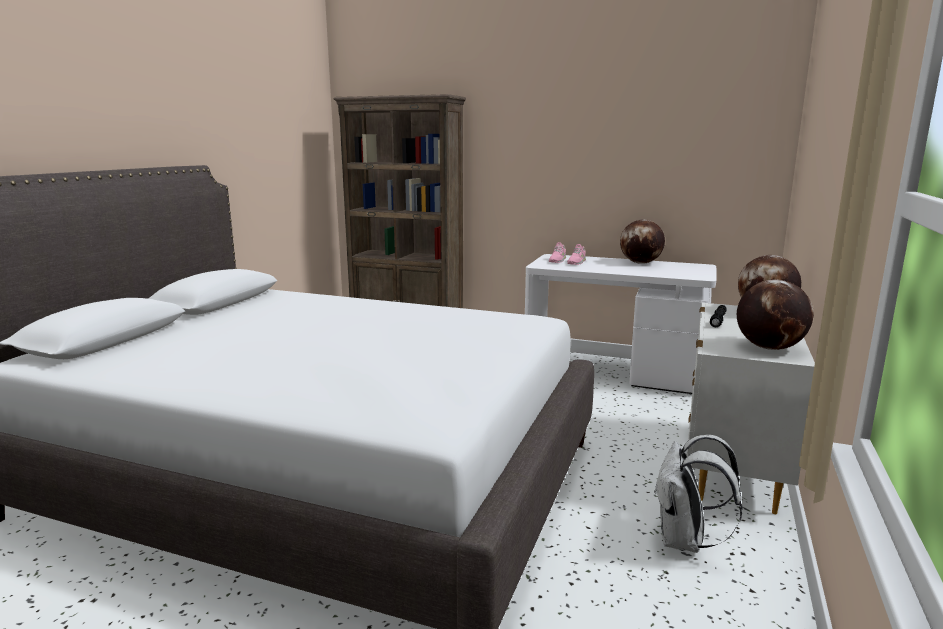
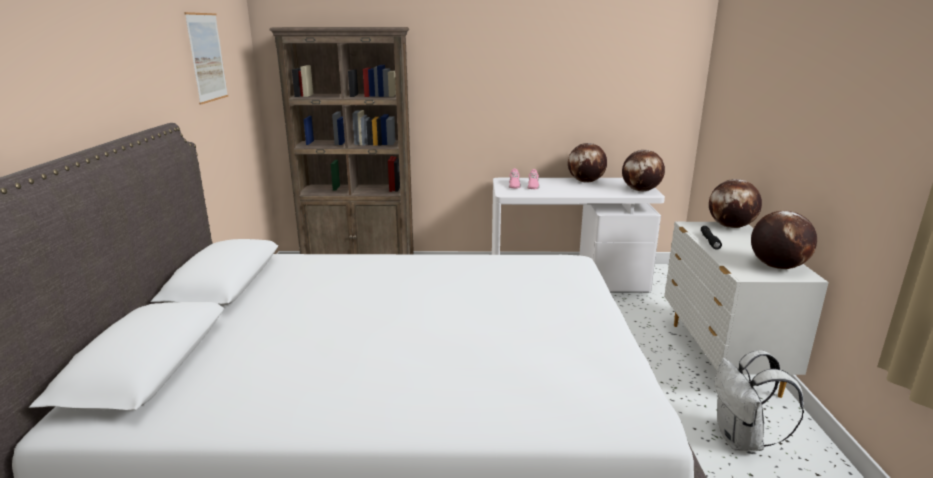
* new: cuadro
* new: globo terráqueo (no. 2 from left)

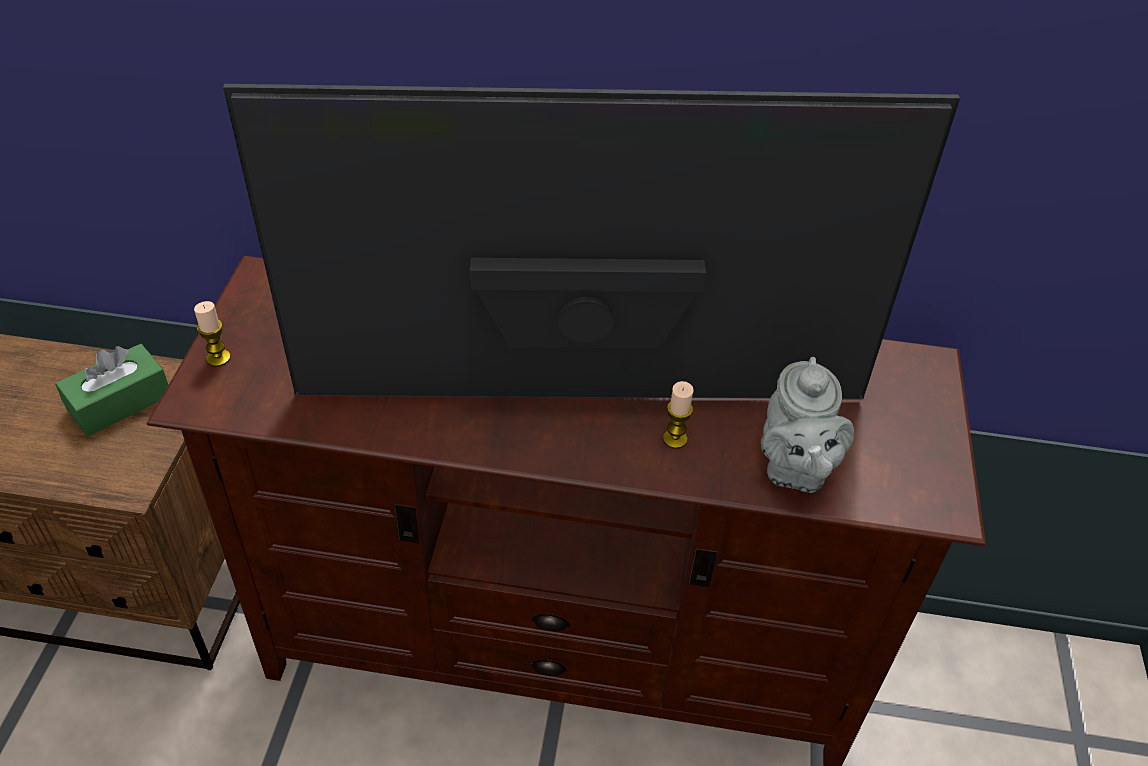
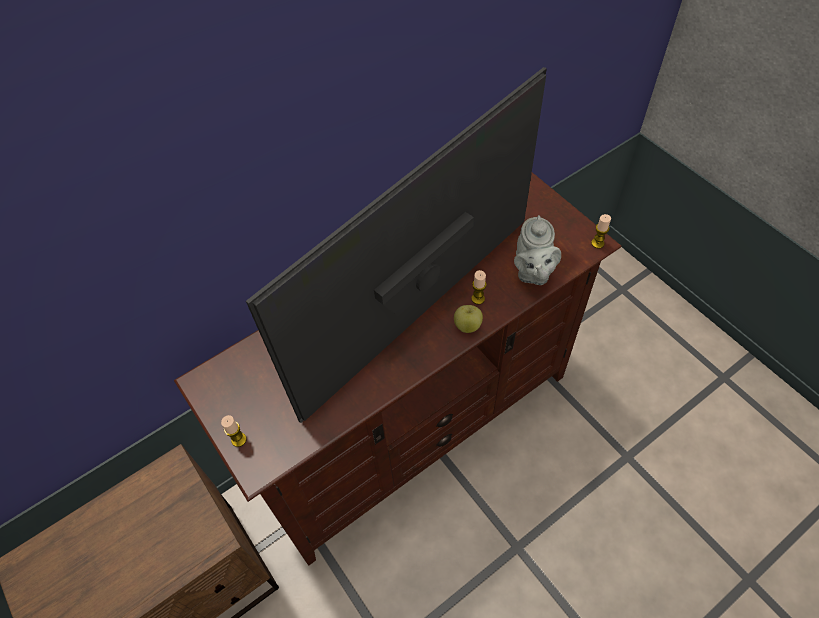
* gone: caja de pañuelos (verde)
* new: manzana
* new: vela (no. 3 from left)
* rotated: tetera (gris) 45 degrees clockwise

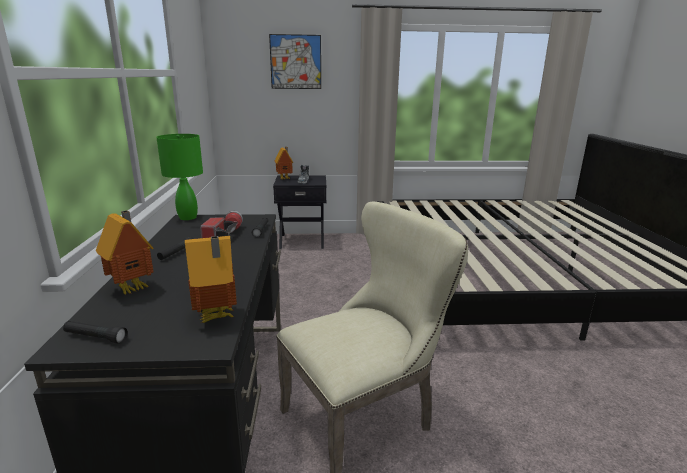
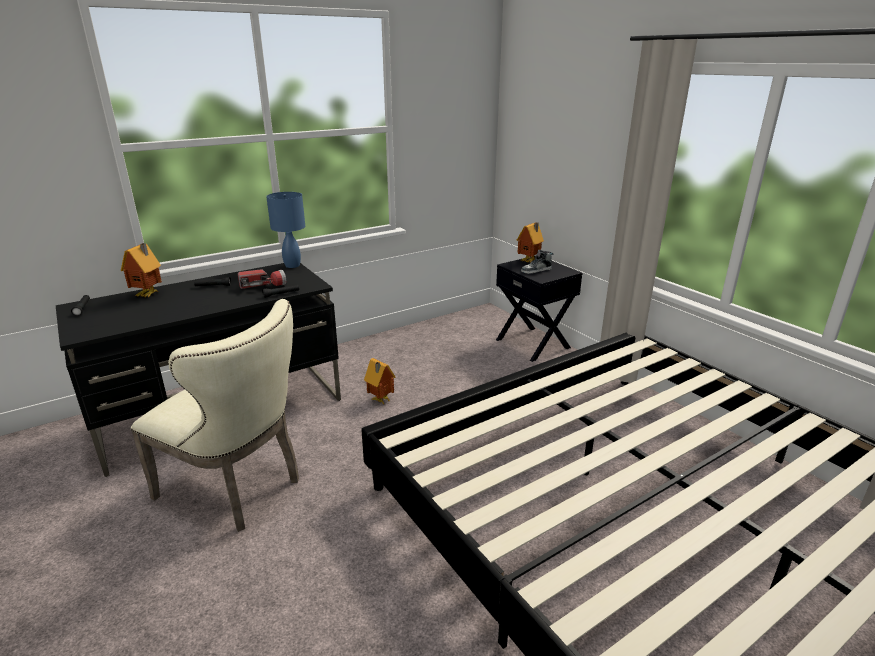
* gone: cuadro
* shifted: casita (no. 2 from left)
* repainted: lámpara de mesa (verde) to lámpara de mesa (azul)

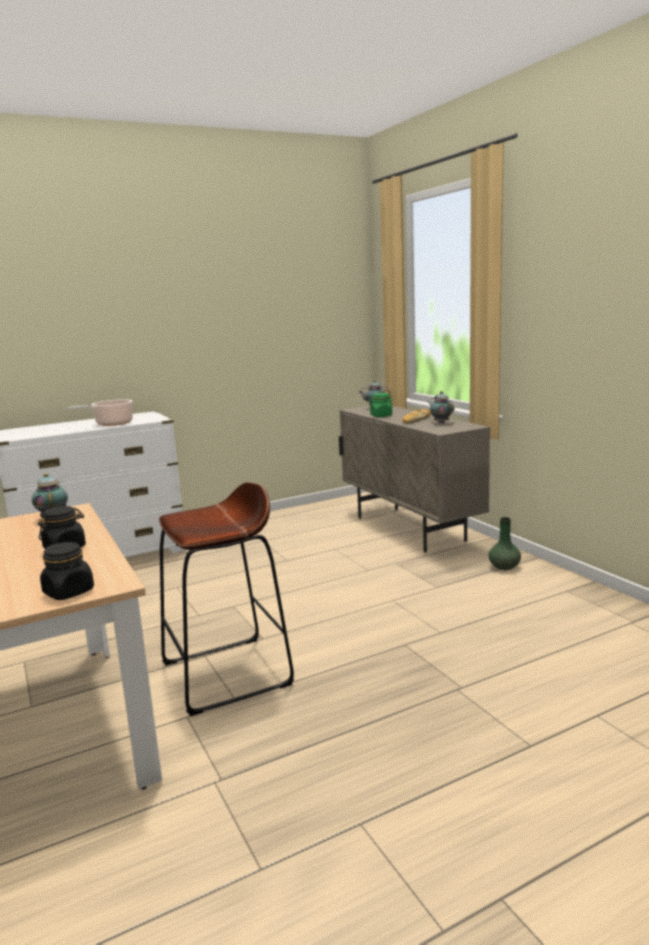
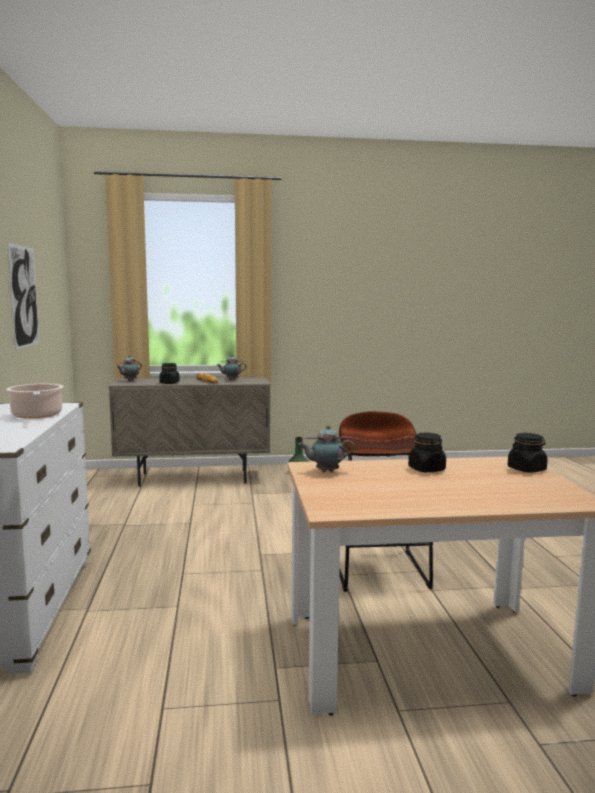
* new: cuadro
* repainted: tarro (verde) to tarro (negro) (no. 1 from left)

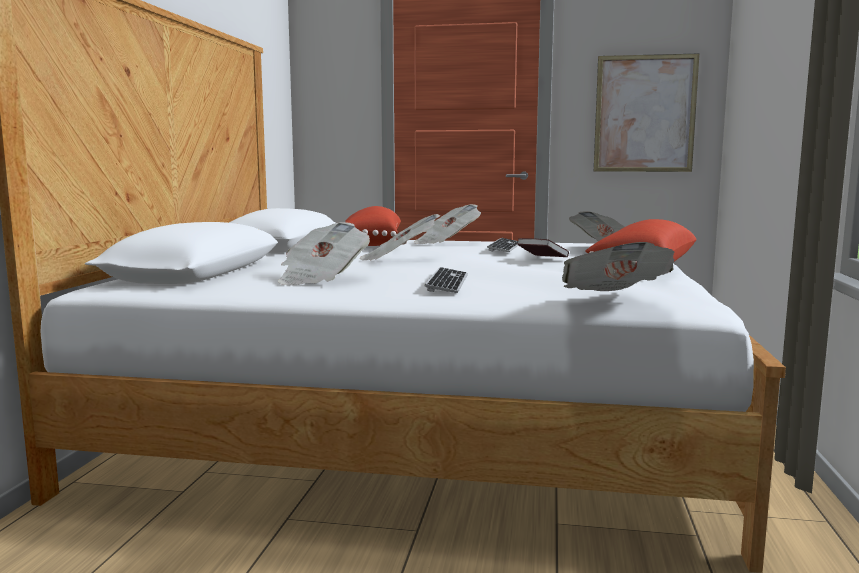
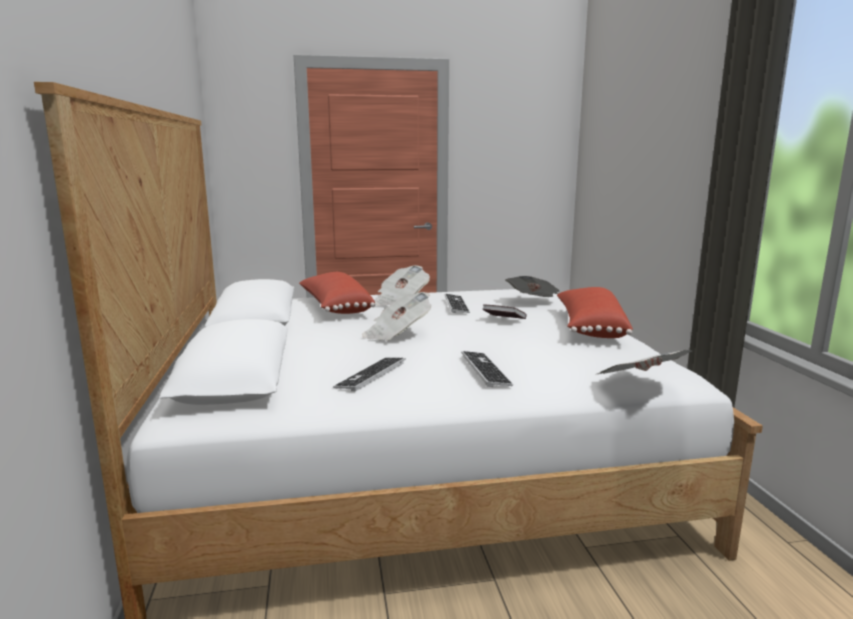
* gone: cuadro
* swapped: periódico (no. 1 from left) to teclado (no. 1 from left)

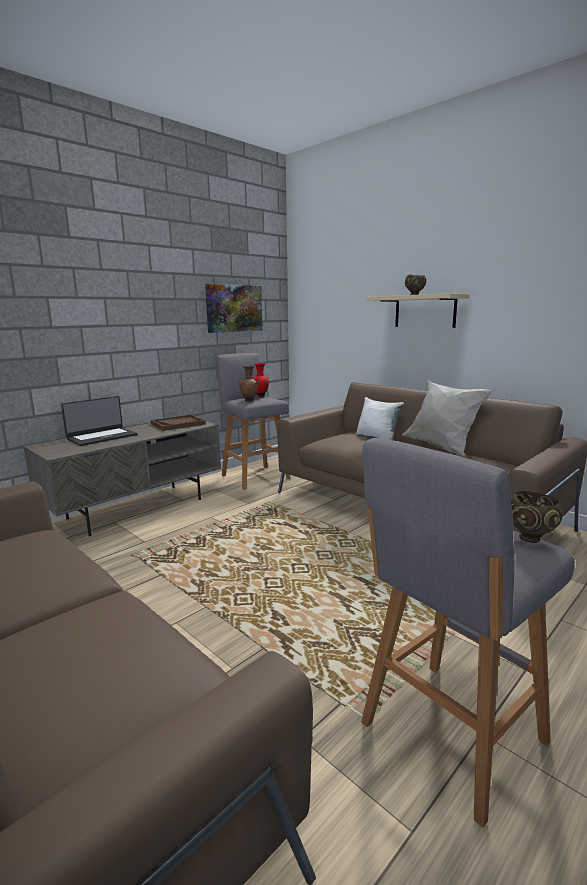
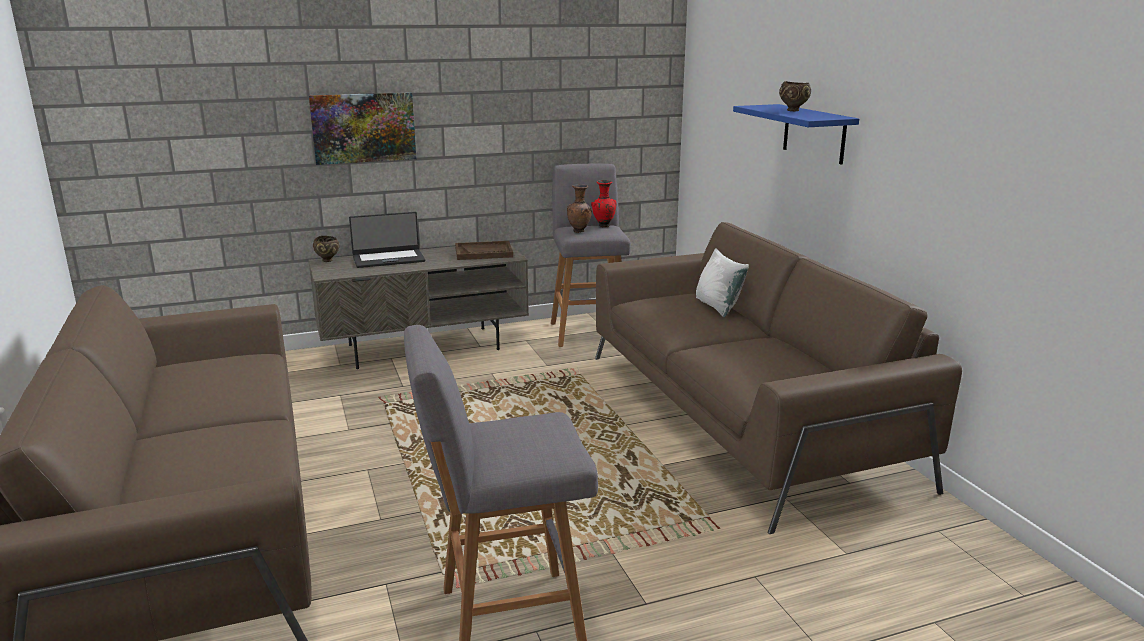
* gone: cojín (blanco) (no. 2 from left)
* shifted: cuadro
* shifted: cuenco (marrón) (no. 2 from left in the first image) to cuenco (marrón) (no. 1 from left)
* repainted: estante (beis) to estante (azul)

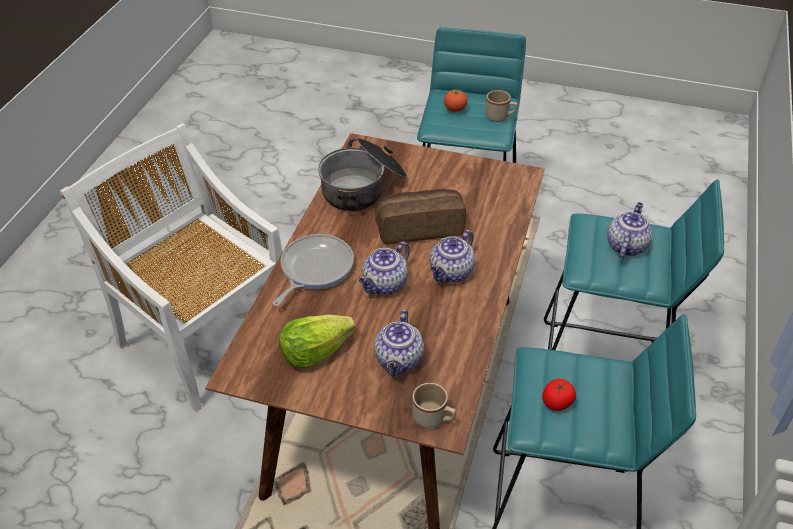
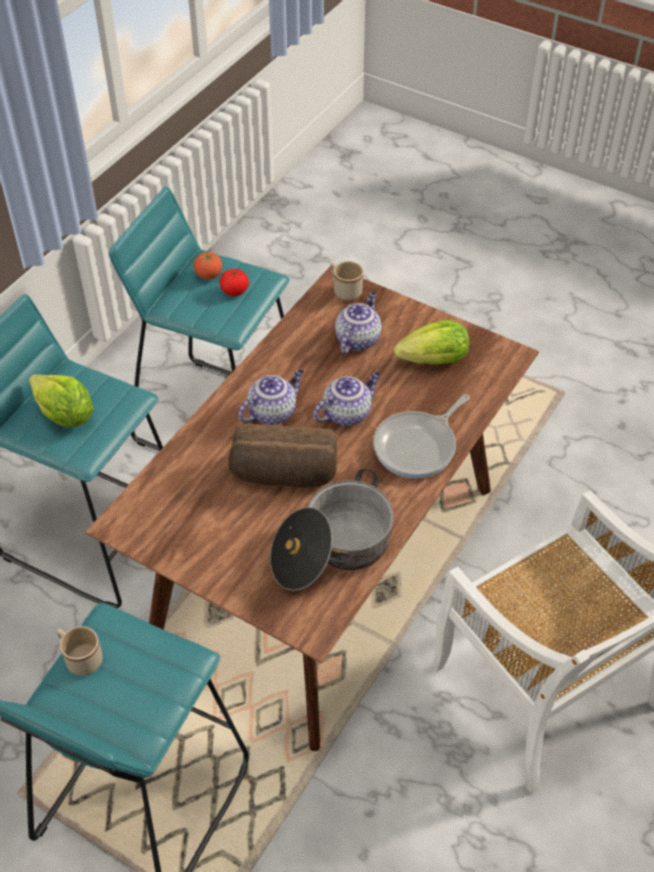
* shifted: tomate (no. 1 from left)
* swapped: tetera (no. 4 from left) to lechuga (no. 1 from left)

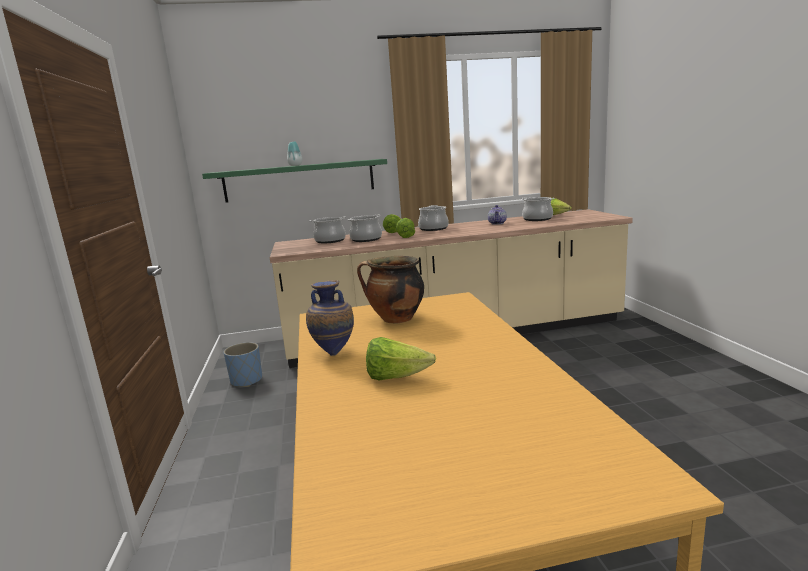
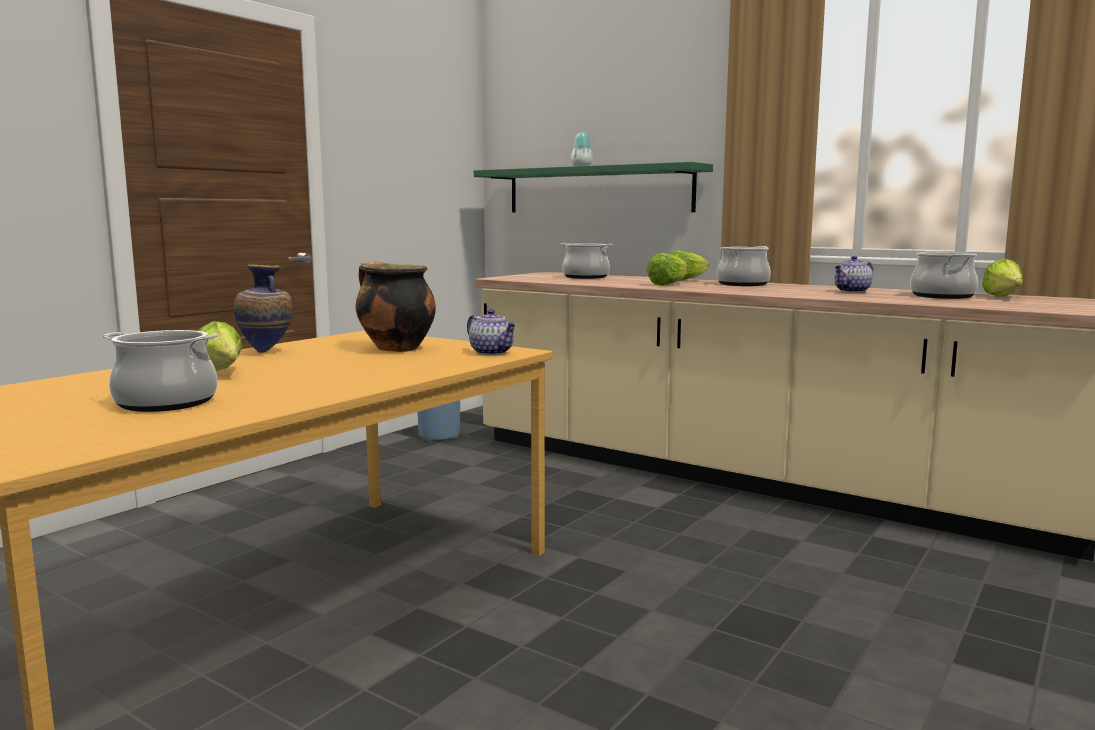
* new: tetera (no. 1 from left)
* shifted: olla (no. 2 from left in the first image) to olla (no. 1 from left)

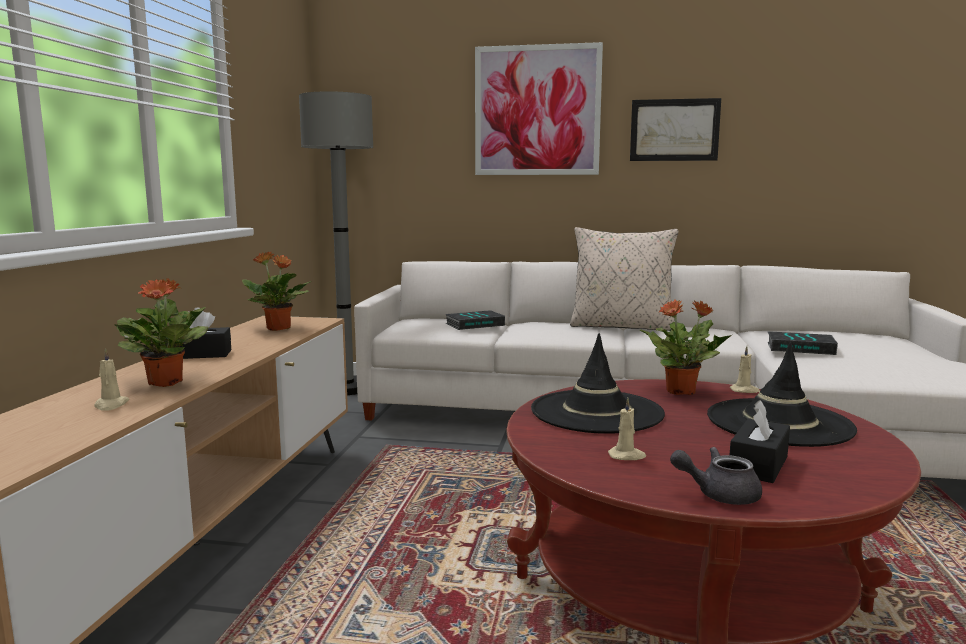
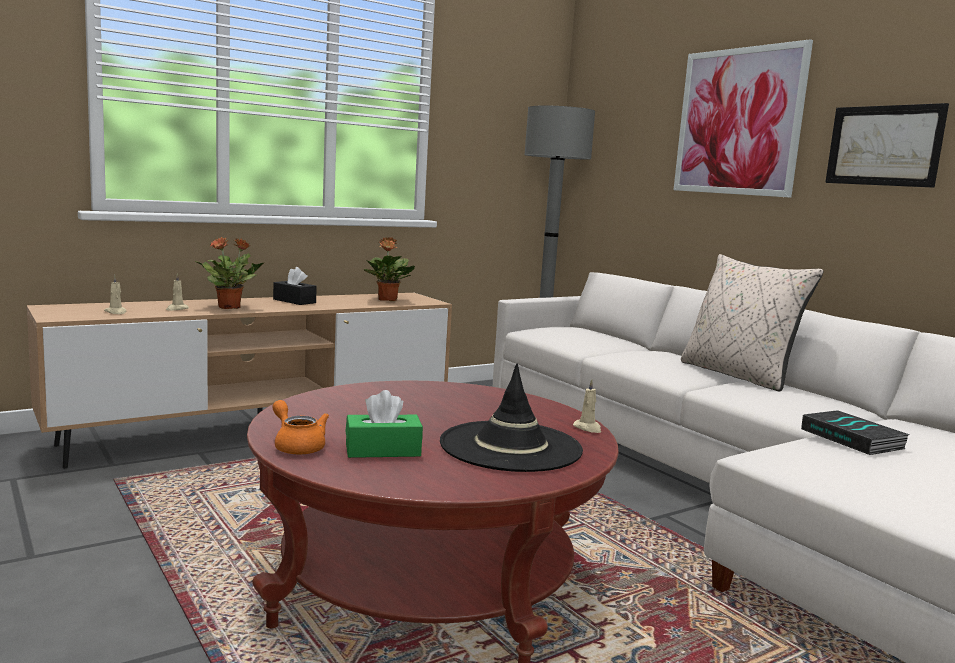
* gone: libro (no. 1 from left)
* gone: sombrero (negro) (no. 1 from left)
* gone: planta en maceta (no. 3 from left)
* shifted: vela (beis) (no. 2 from left in the first image) to vela (beis) (no. 1 from left)
* repainted: tetera (gris) to tetera (naranja)
* repainted: caja de pañuelos (negro) (no. 2 from left) to caja de pañuelos (verde)

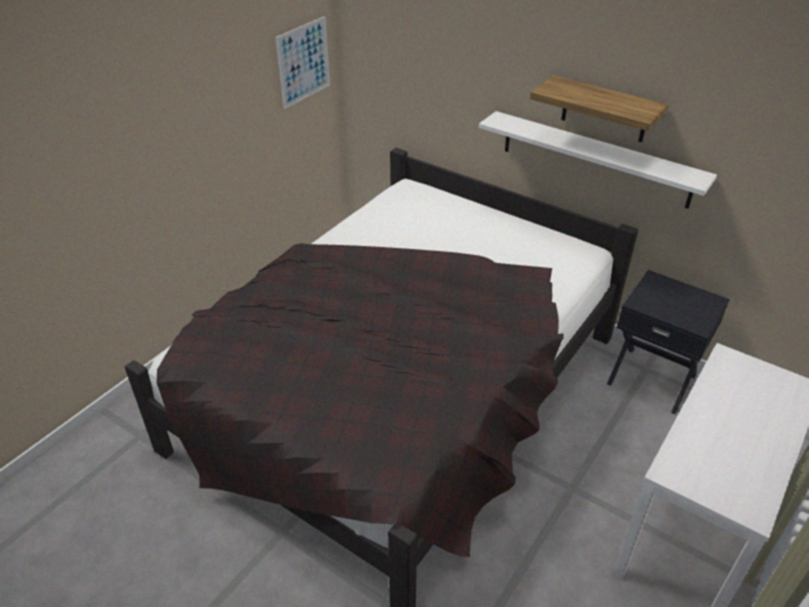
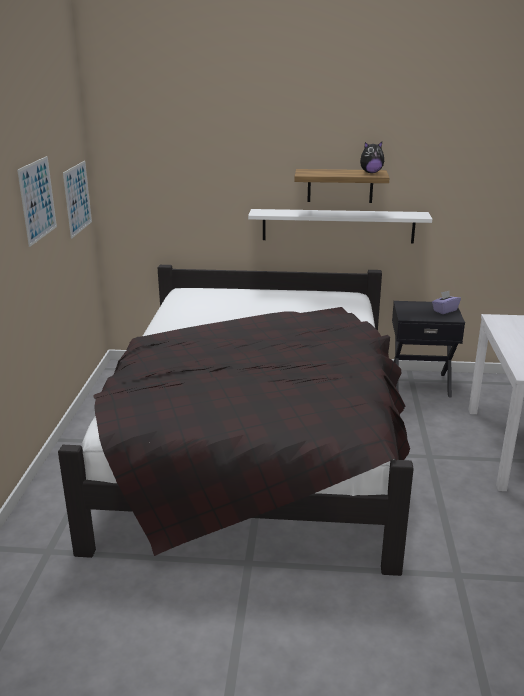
* new: cuadro (no. 1 from left)
* new: peluche
* new: caja de pañuelos (morado)

